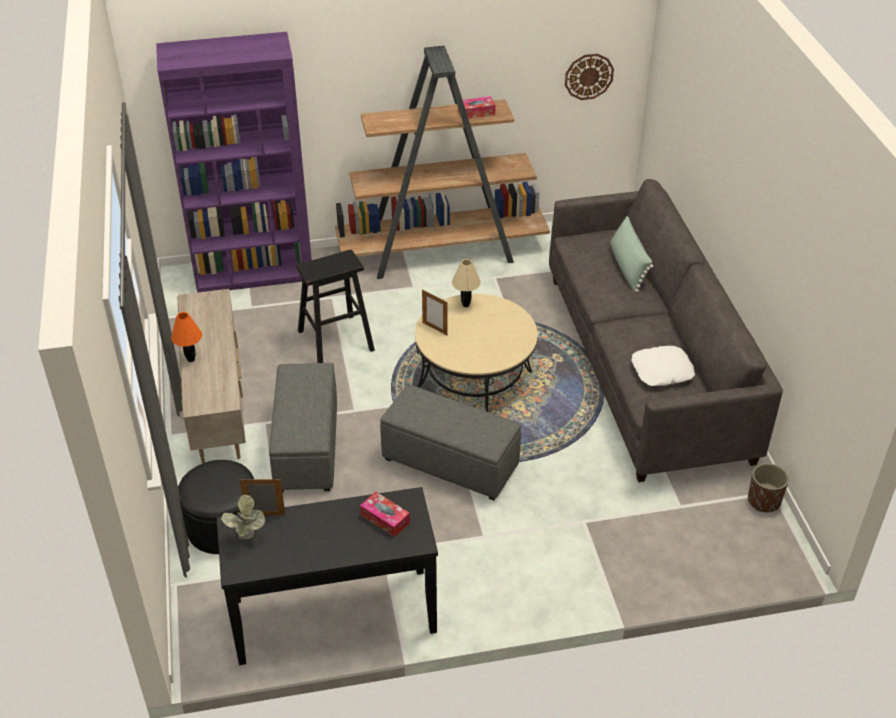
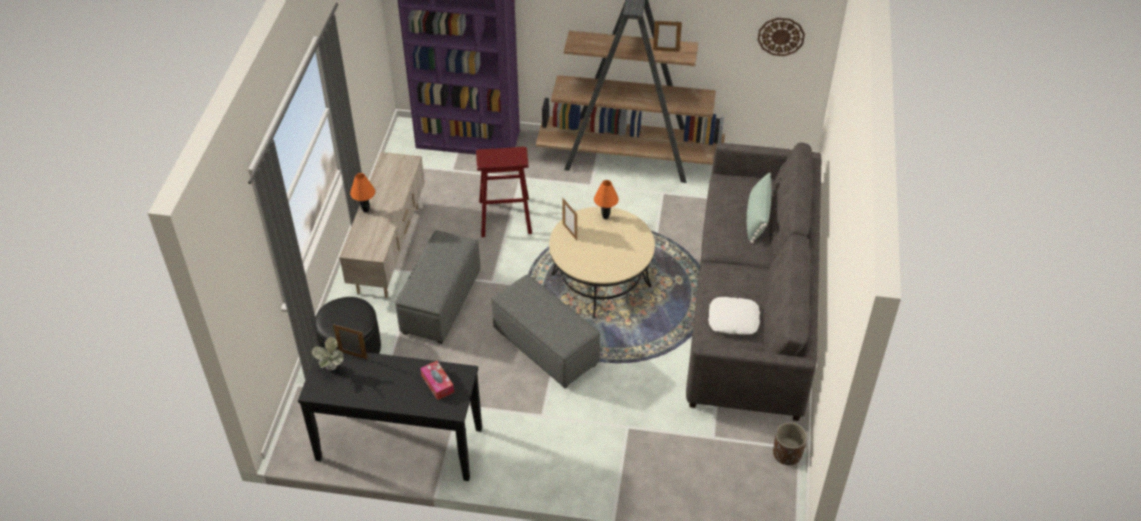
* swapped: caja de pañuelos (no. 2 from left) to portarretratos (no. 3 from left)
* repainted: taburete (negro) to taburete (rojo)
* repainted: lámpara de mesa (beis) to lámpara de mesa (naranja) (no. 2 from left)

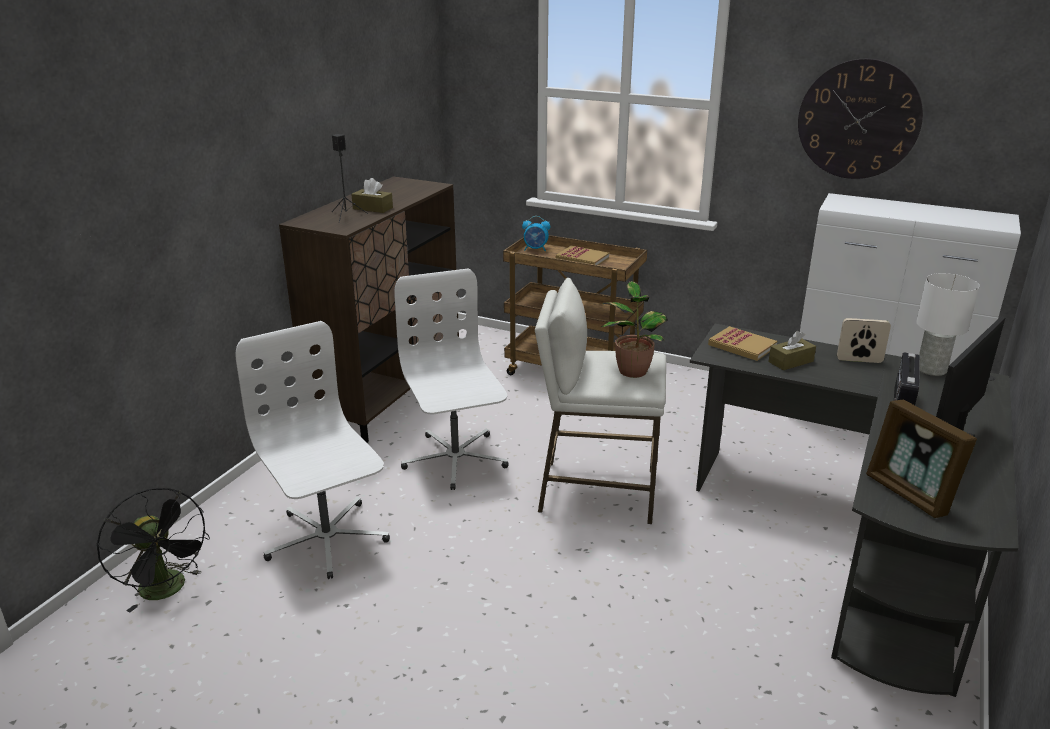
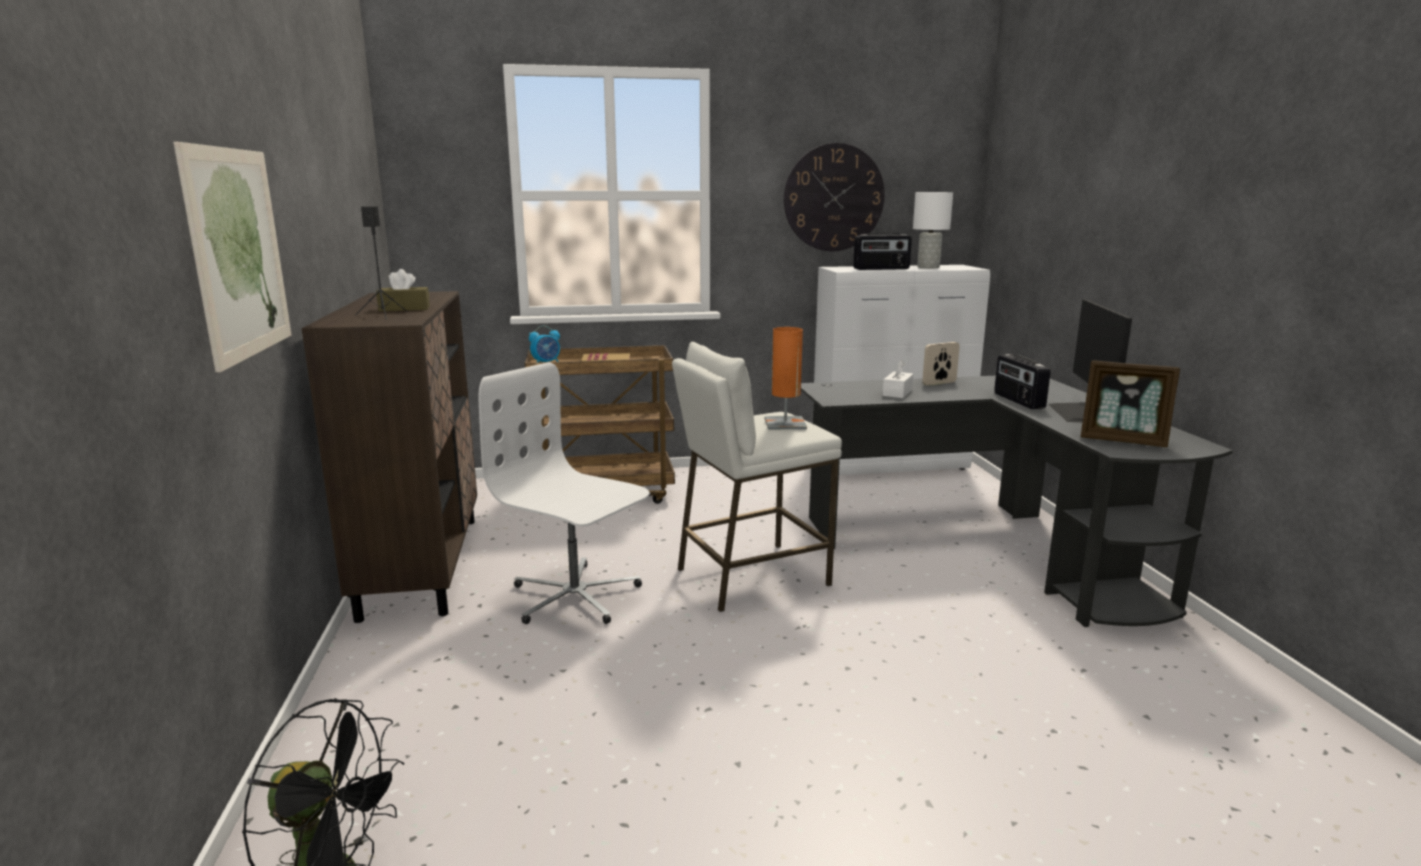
* gone: silla de oficina (blanco) (no. 1 from left)
* gone: libro (no. 2 from left)
* new: cuadro
* new: radio (no. 1 from left)
* shifted: lámpara de mesa (blanco)
* swapped: planta en maceta to lámpara de mesa (naranja)
* repainted: caja de pañuelos (marrón) (no. 2 from left) to caja de pañuelos (blanco)

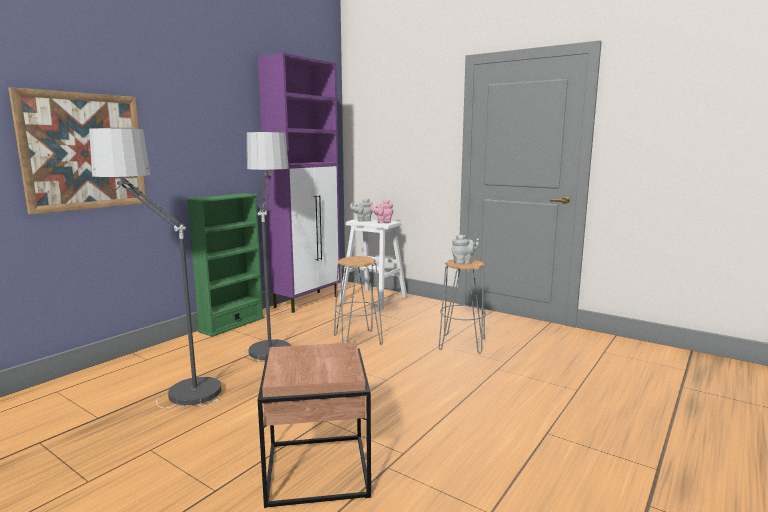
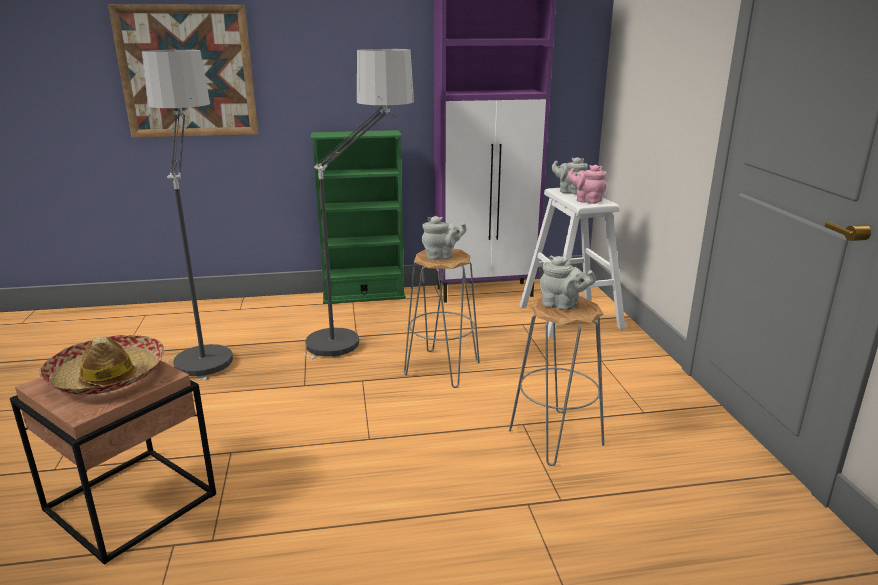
* new: sombrero
* new: tetera (gris) (no. 1 from left)

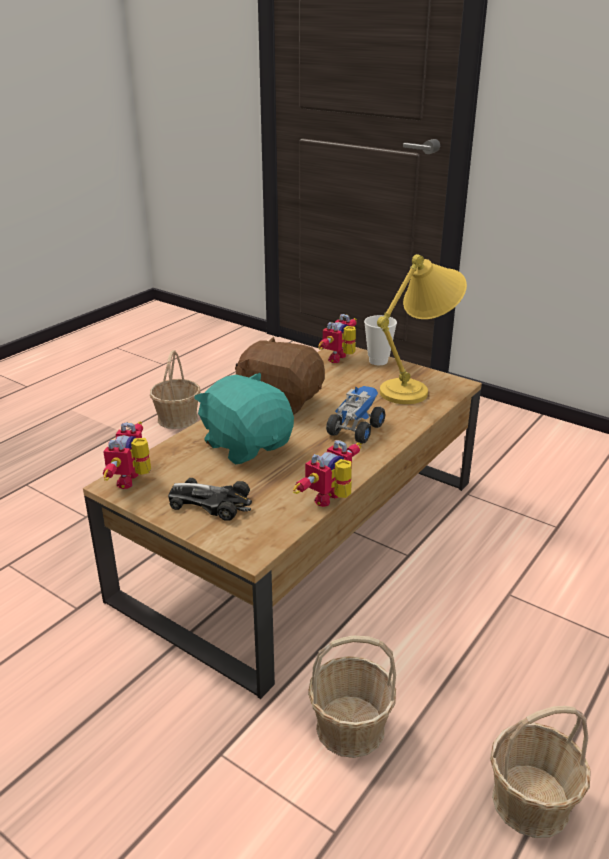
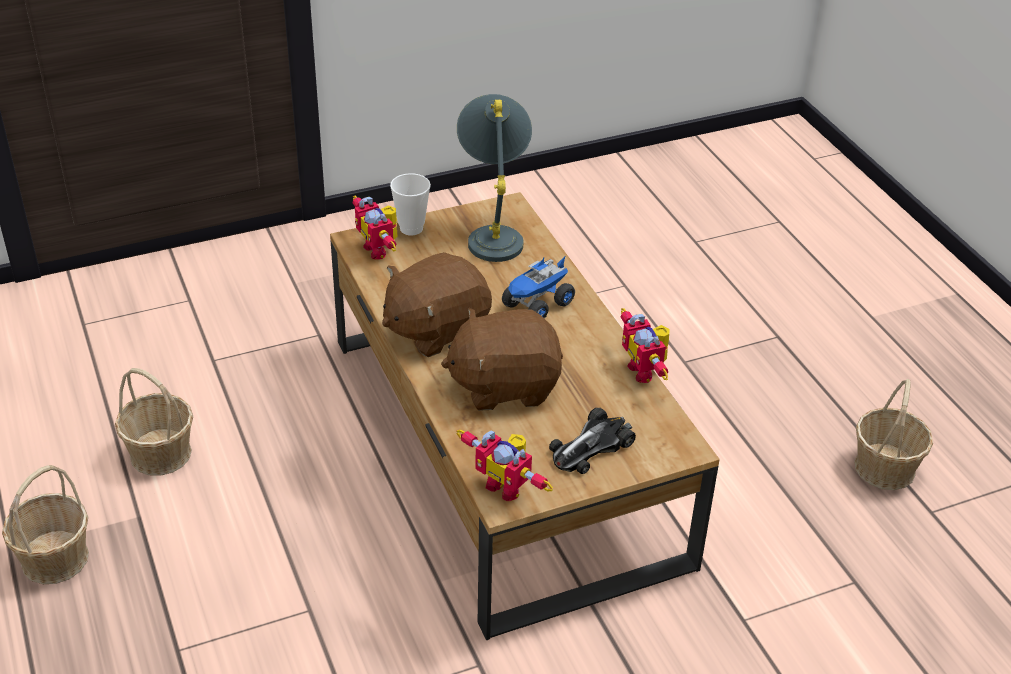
* shifted: cesta (no. 2 from left in the first image) to cesta (no. 1 from left)
* repainted: peluche (turquesa) to peluche (marrón) (no. 2 from left)
* repainted: lámpara de mesa (amarillo) to lámpara de mesa (gris)
* rotated: camión de juguete 105 degrees counterclockwise

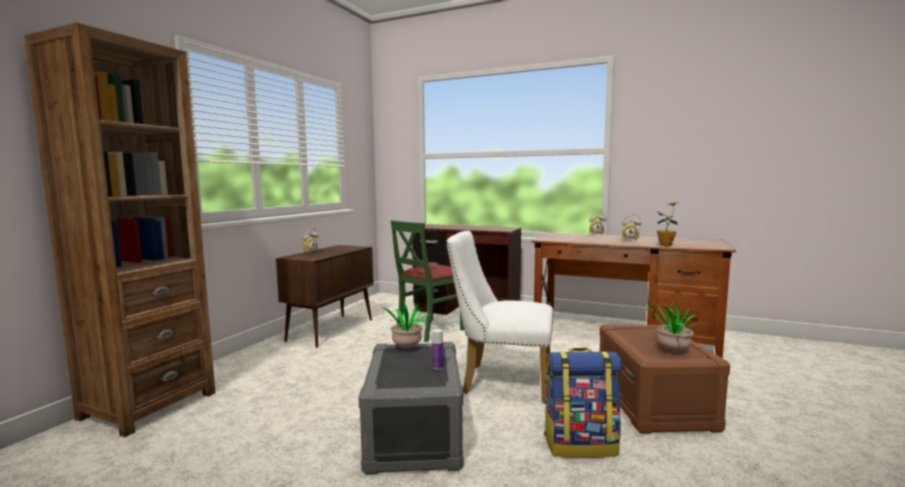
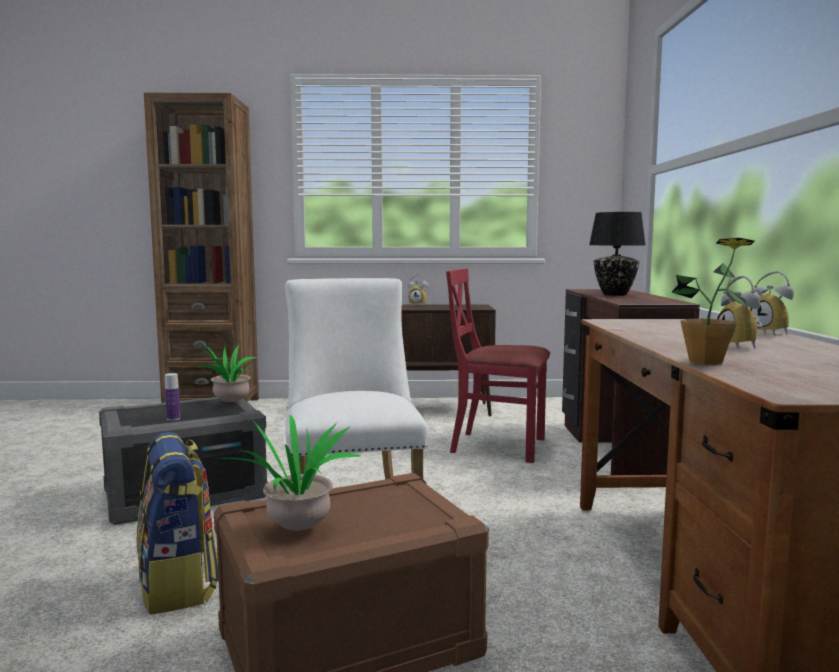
* new: lámpara de mesa (negro)
* repainted: silla (verde) to silla (rojo)

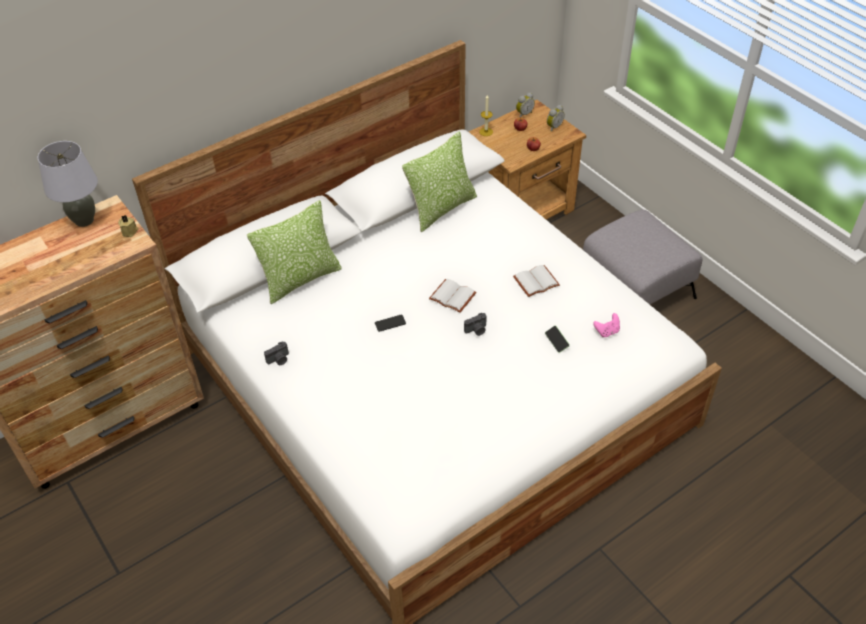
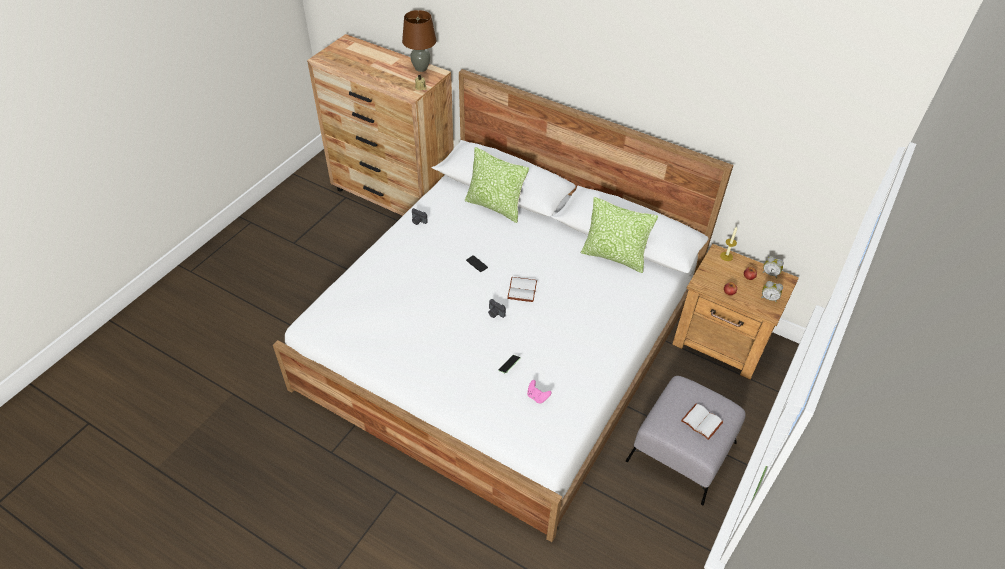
* shifted: libro (blanco) (no. 2 from left)
* repainted: lámpara de mesa (gris) to lámpara de mesa (marrón)

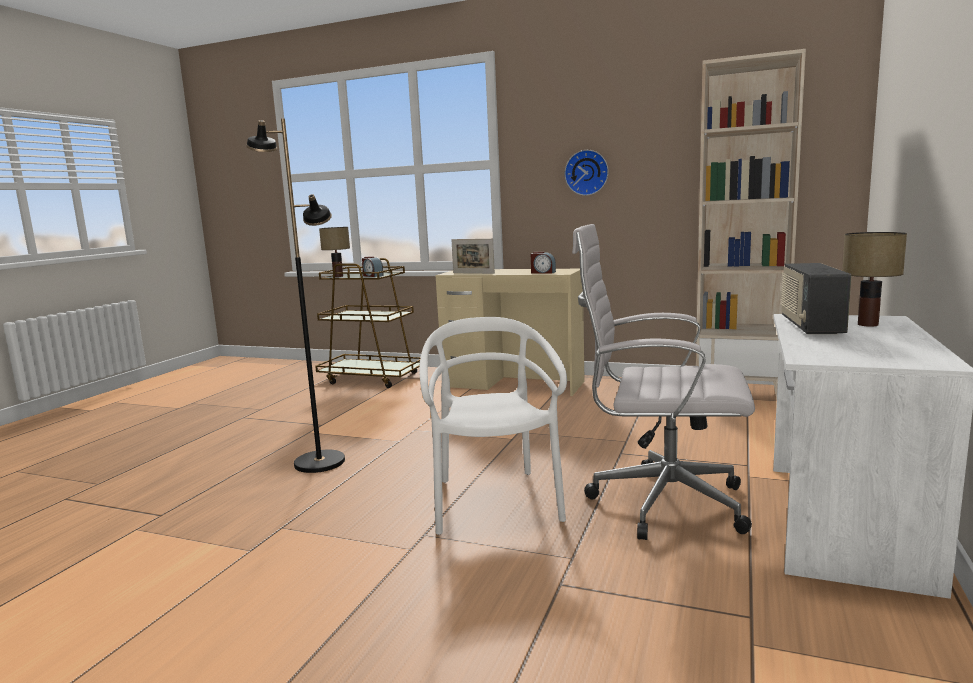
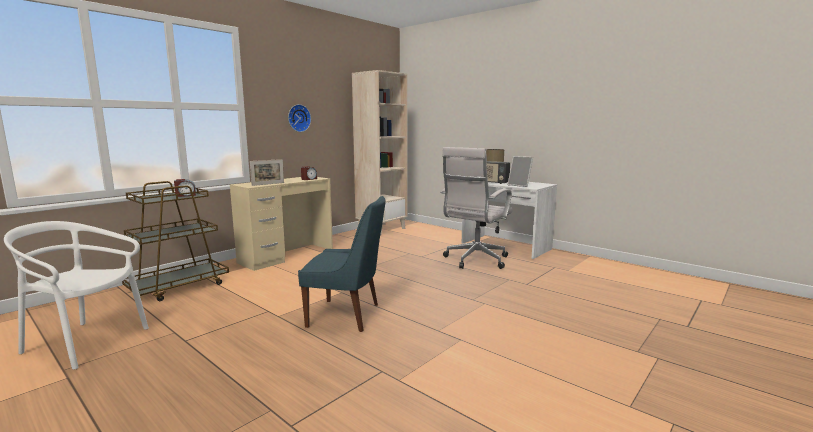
* gone: lámpara de mesa (no. 1 from left)
* new: portarretratos (no. 2 from left)
* shifted: silla (blanco)
* swapped: lámpara de pie (negro) to silla (azul)

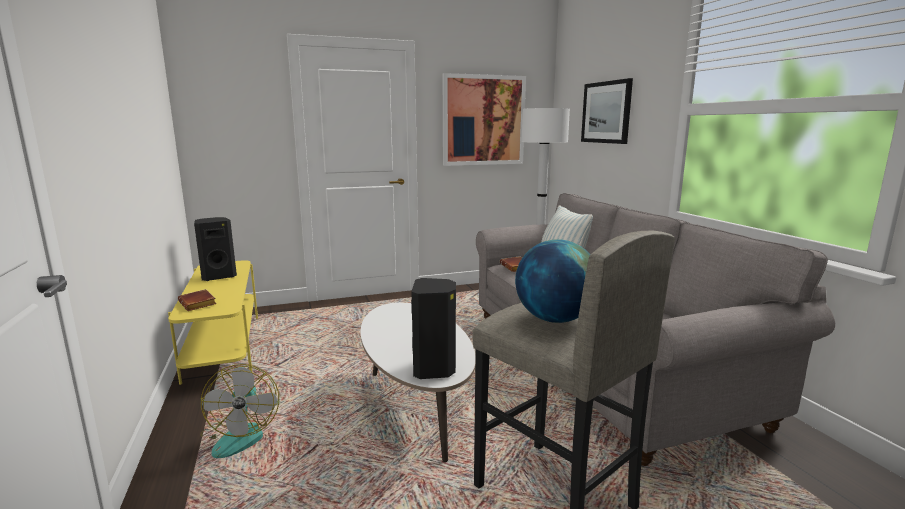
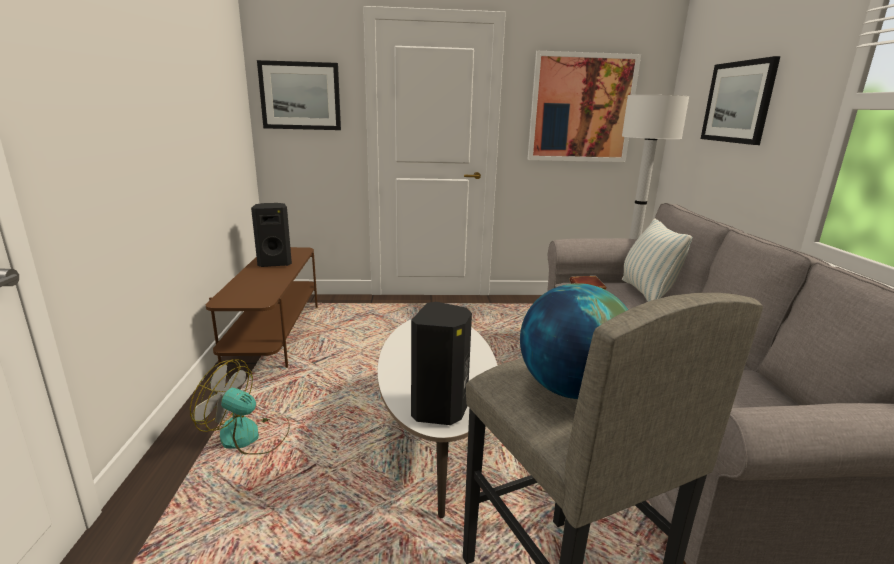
* gone: libro (marrón) (no. 1 from left)
* new: cuadro (no. 1 from left)
* repainted: mueble de televisión (amarillo) to mueble de televisión (marrón)
* rotated: ventilador 105 degrees clockwise

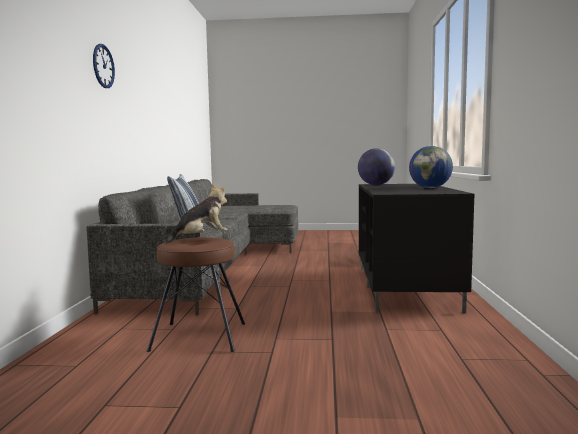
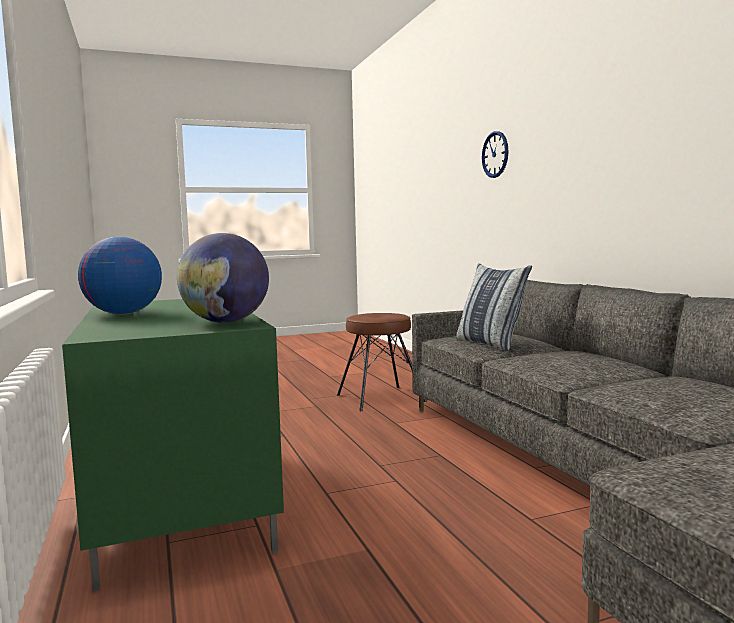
* gone: peluche
* shifted: reloj de pared
* repainted: mueble de televisión (negro) to mueble de televisión (verde)

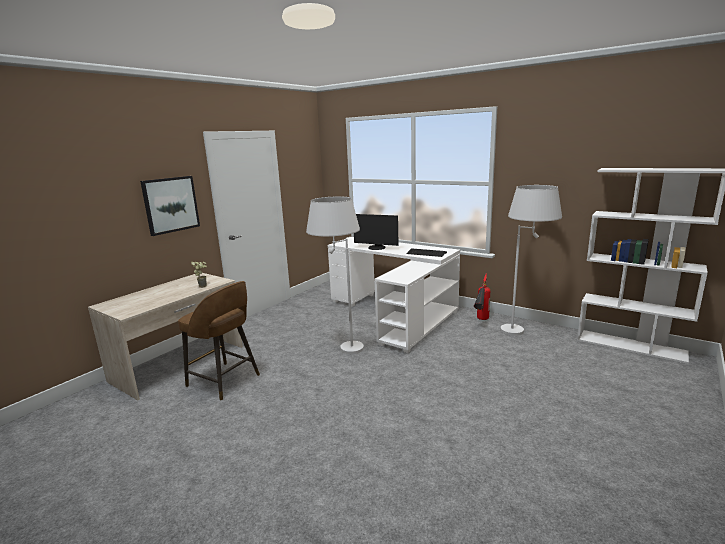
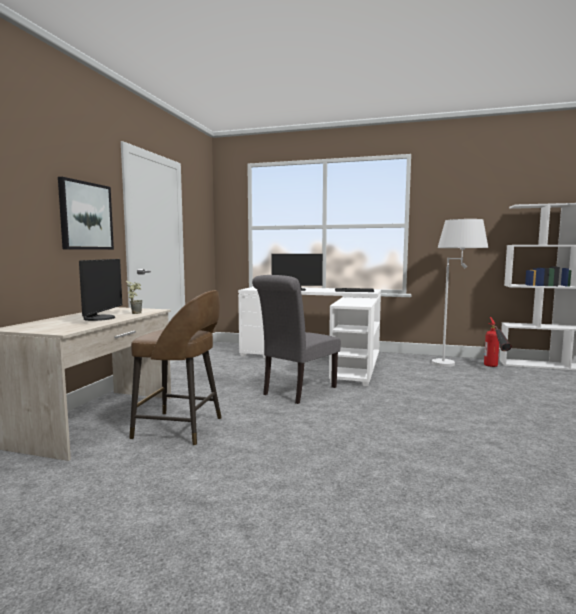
* new: monitor (no. 1 from left)
* shifted: extintor
* swapped: lámpara de pie (blanco) (no. 1 from left) to silla (gris)

